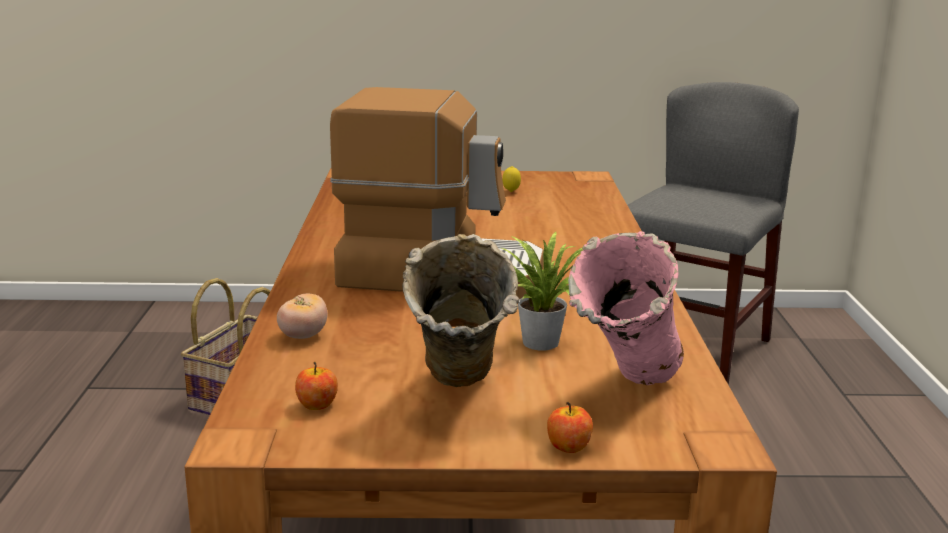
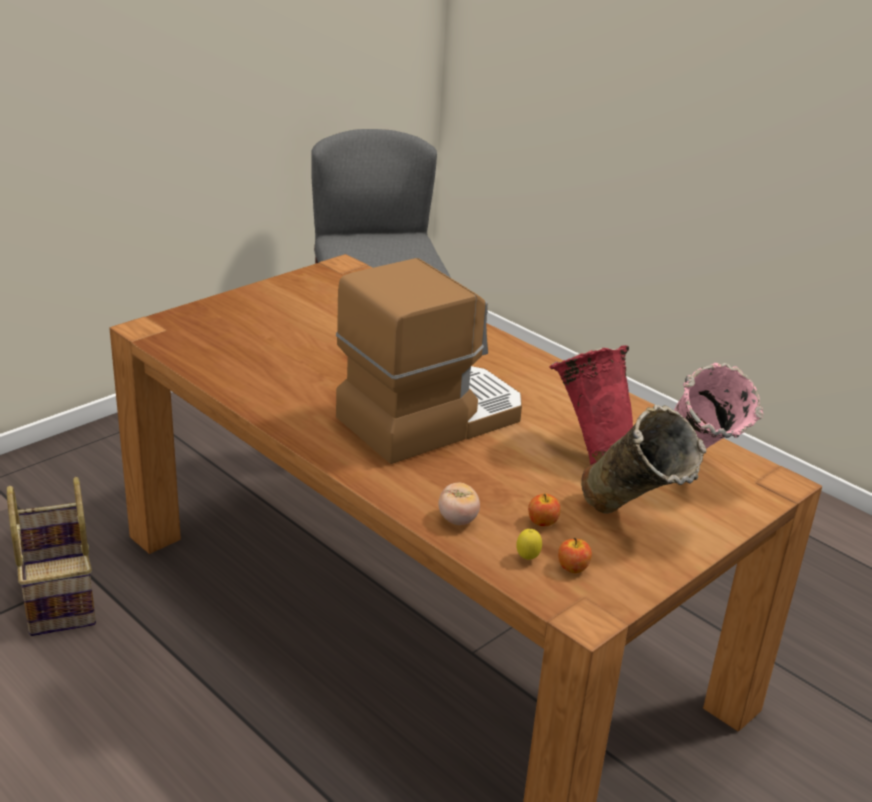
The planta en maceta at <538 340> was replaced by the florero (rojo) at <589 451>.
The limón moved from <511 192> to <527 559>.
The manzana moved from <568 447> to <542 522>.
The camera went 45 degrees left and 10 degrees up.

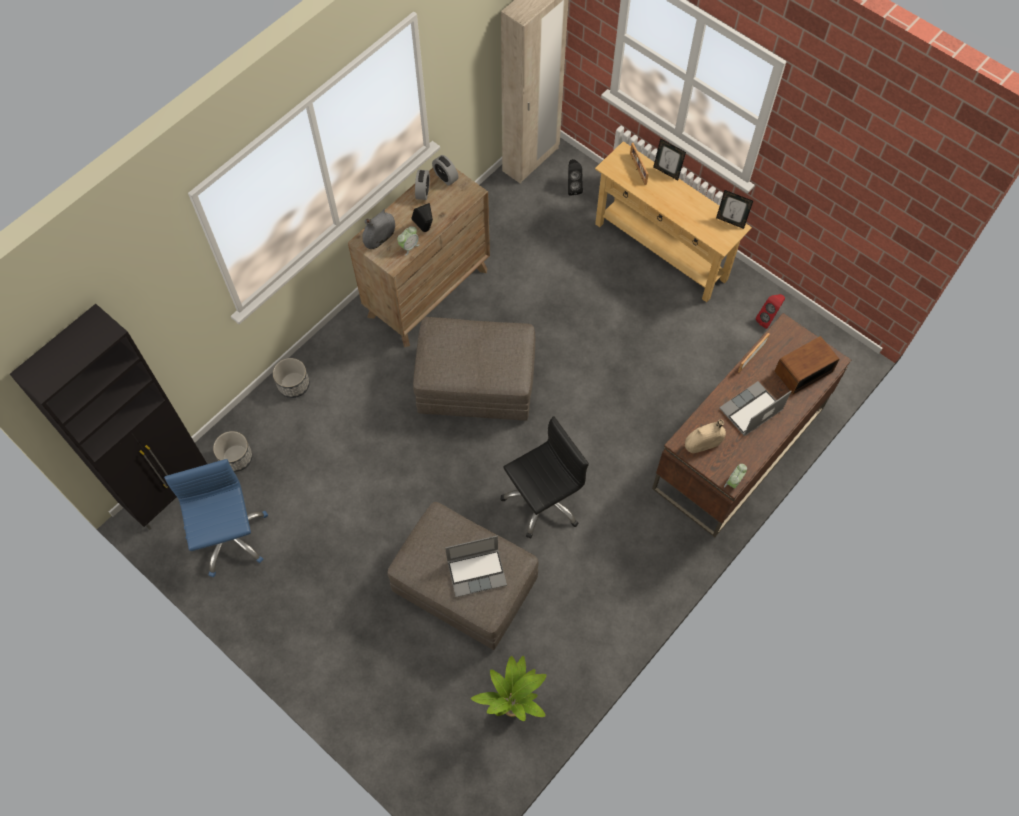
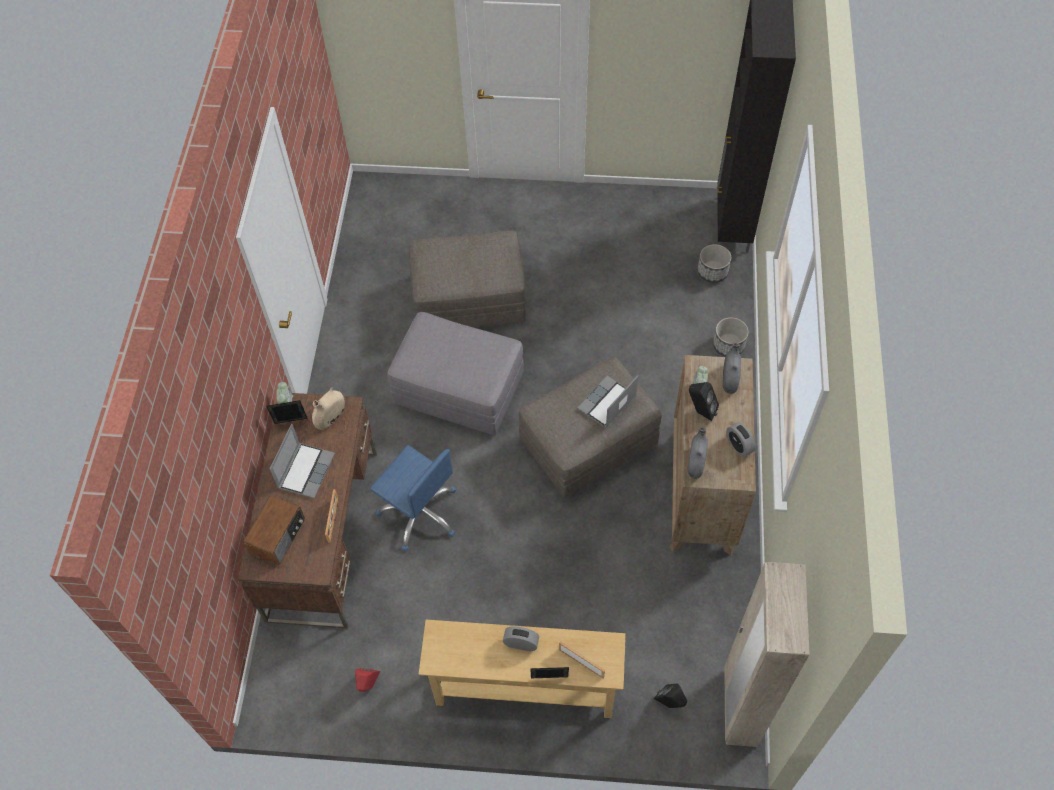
The silla de oficina (azul) moved from <229 537> to <420 513>.
The despertador moved from <445 177> to <521 643>.
The portátil moved from <477 572> to <607 404>.
The planta en maceta at <512 705> disappeared.
The silla de oficina (negro) at <543 500> was replaced by the puf (gris) at <458 389>.
The portarretratos moved from <730 221> to <291 423>.
The florero (gris) at <696 462> appeared.
The camera went 145 degrees right and 5 degrees down.

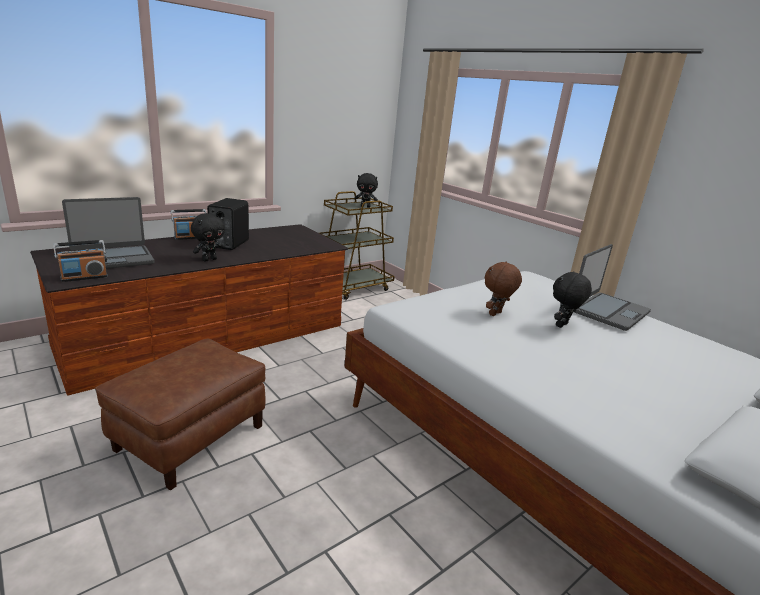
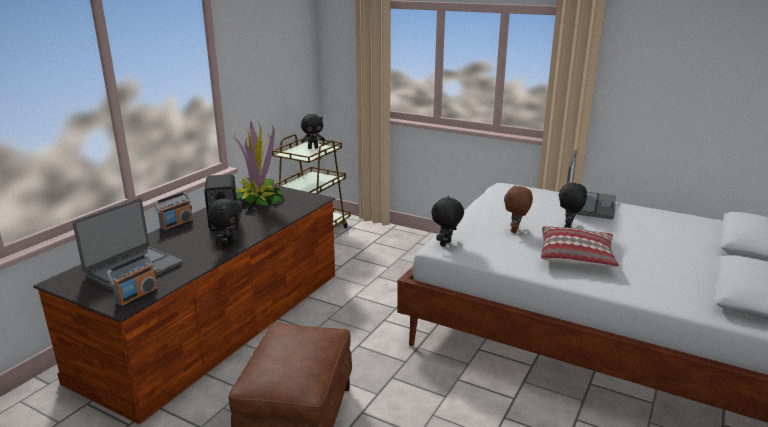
The planta en maceta at <257 201> appeared.
The peluche (negro) at <446 244> appeared.
The cojín at <576 256> appeared.
The camera went 20 degrees left and 0 degrees up.

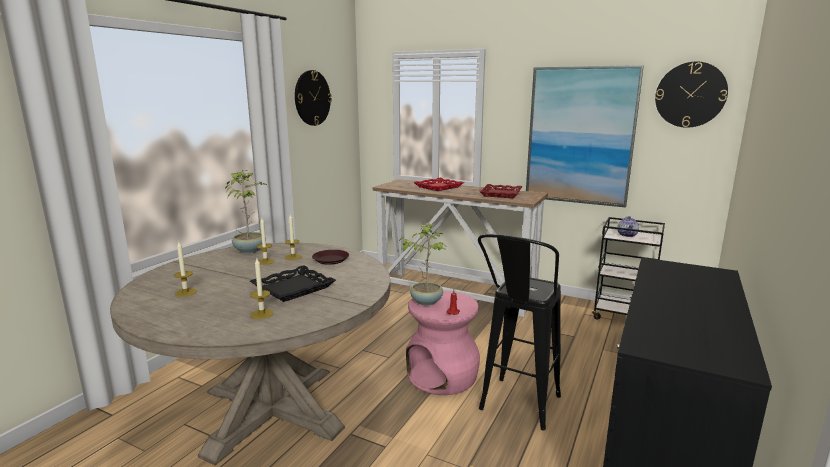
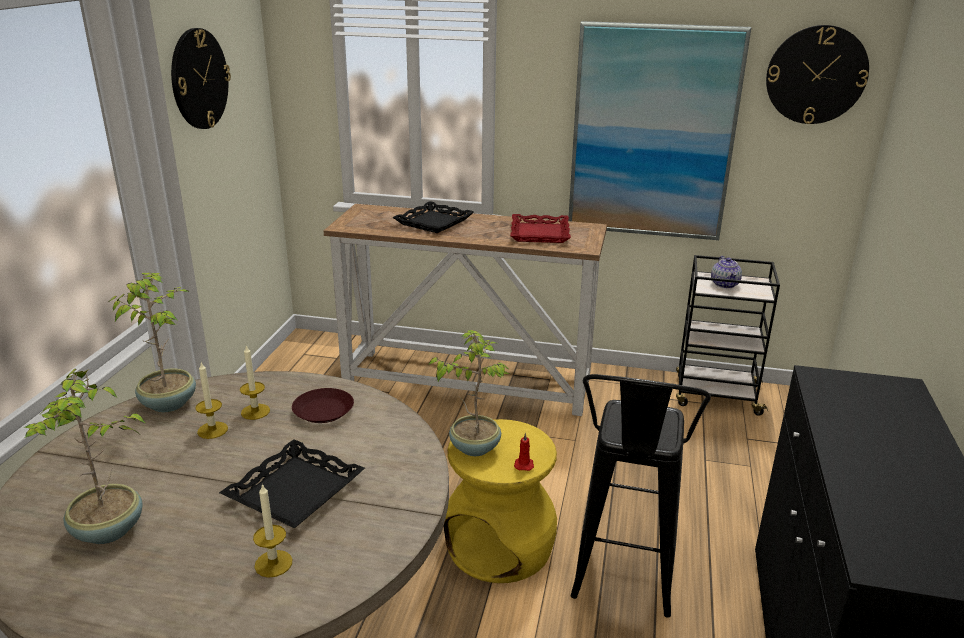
The vela at <185 292> was replaced by the planta en maceta at <108 531>.
The taburete (rosa) at <443 376> became the taburete (amarillo) at <501 546>.
The bandeja (rojo) at <438 187> became the bandeja (negro) at <433 222>.
The camera went 15 degrees left and 10 degrees up.

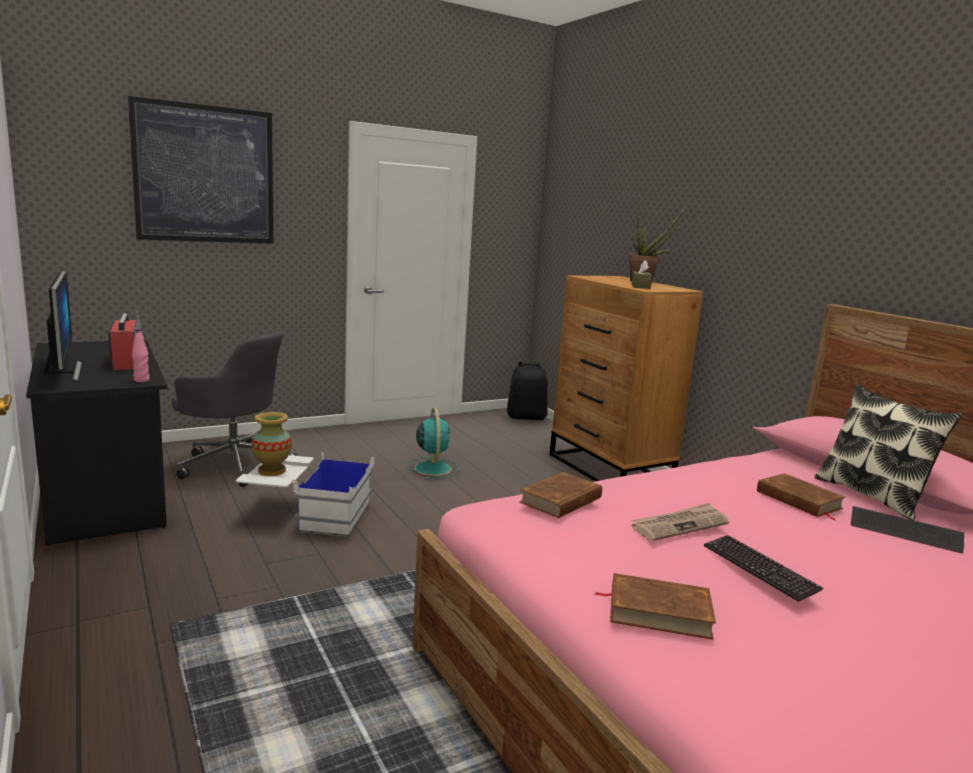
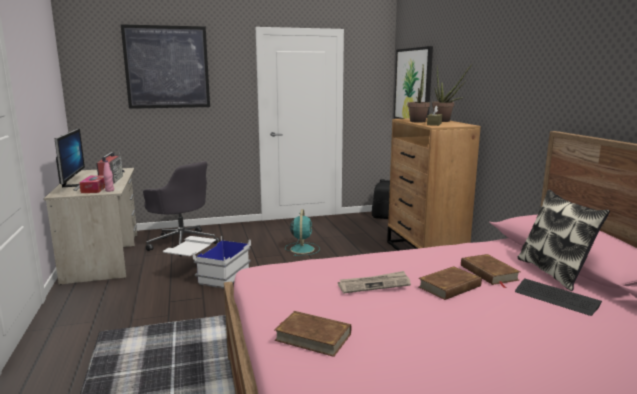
The escritorio (negro) at <104 493> became the escritorio (beis) at <103 257>.
The florero at <272 471> disappeared.
The libro (marrón) moved from <561 500> to <450 287>.
The teclado at <759 568> disappeared.
The caja de pañuelos at <94 189> appeared.
The cuadro at <413 85> appeared.
The planta en maceta at <418 121> appeared.
The camera went 15 degrees right and 0 degrees up.

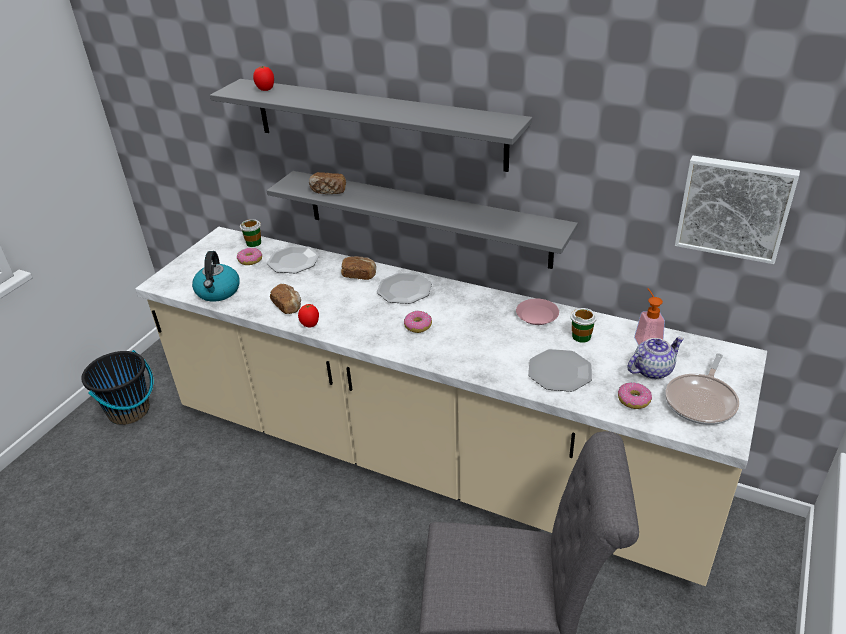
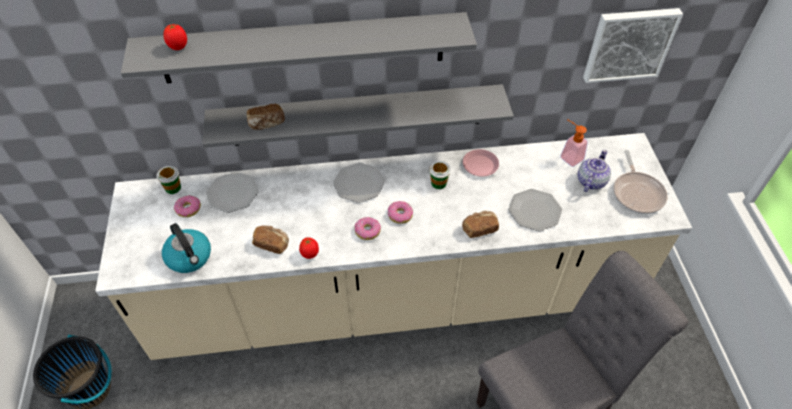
The pan moved from <359 275> to <479 229>.
The taza moved from <581 336> to <438 183>.
The rosquilla moved from <634 400> to <367 231>.
The camera went 35 degrees left and 15 degrees up.

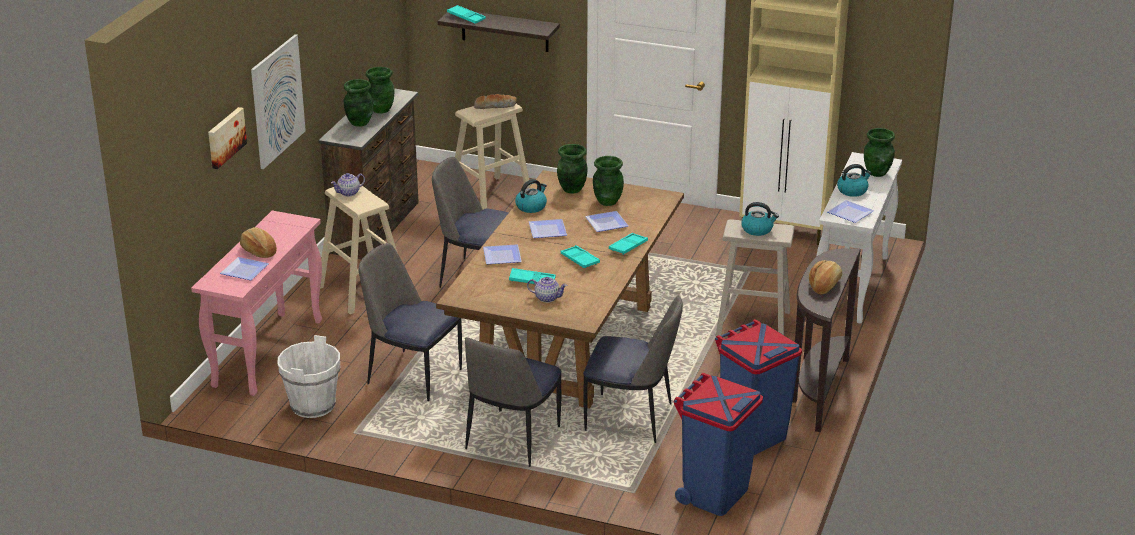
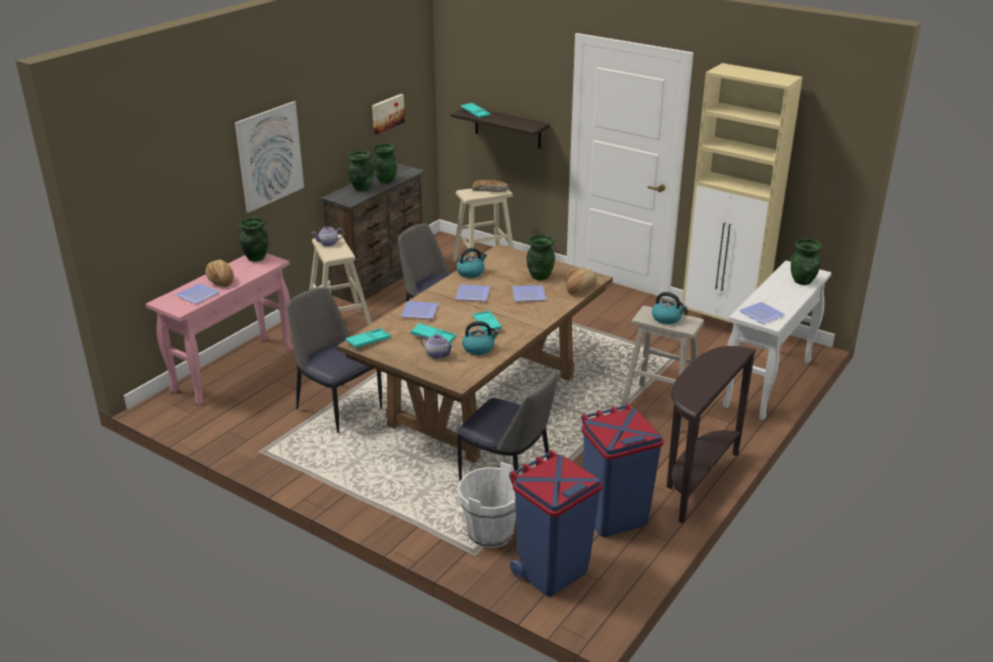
The cuadro moved from <225 137> to <387 113>.
The cubo (blanco) moved from <312 405> to <490 533>.
The silla at <511 440> disappeared.
The florero (verde) moved from <572 189> to <256 258>.
The bandeja (turquesa) moved from <628 246> to <368 341>.
The pan moved from <825 285> to <580 288>.
The hervidor moved from <852 190> to <479 348>.
The camera went 15 degrees right and 0 degrees up.

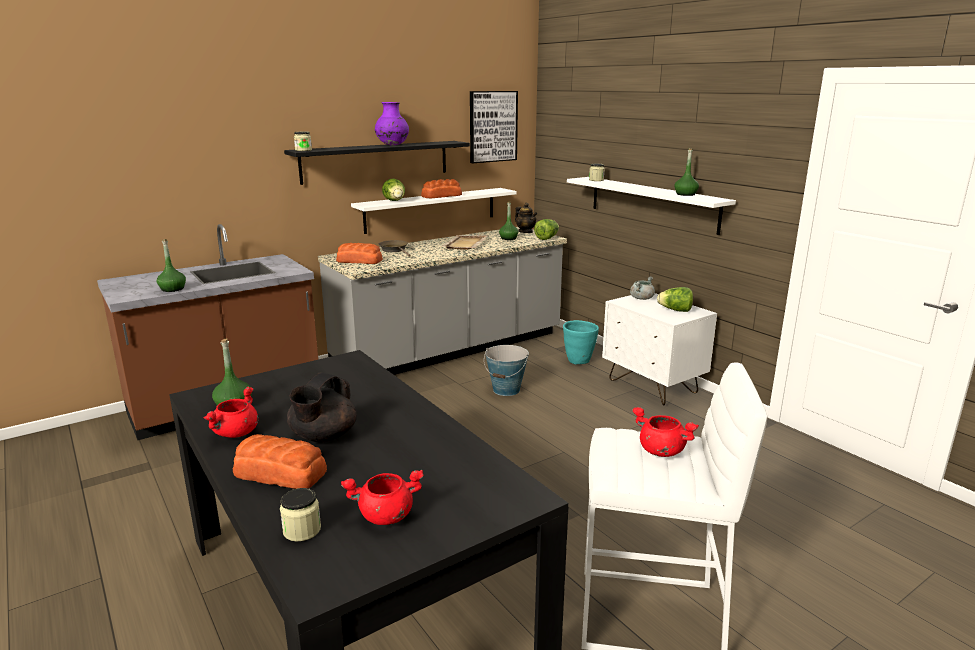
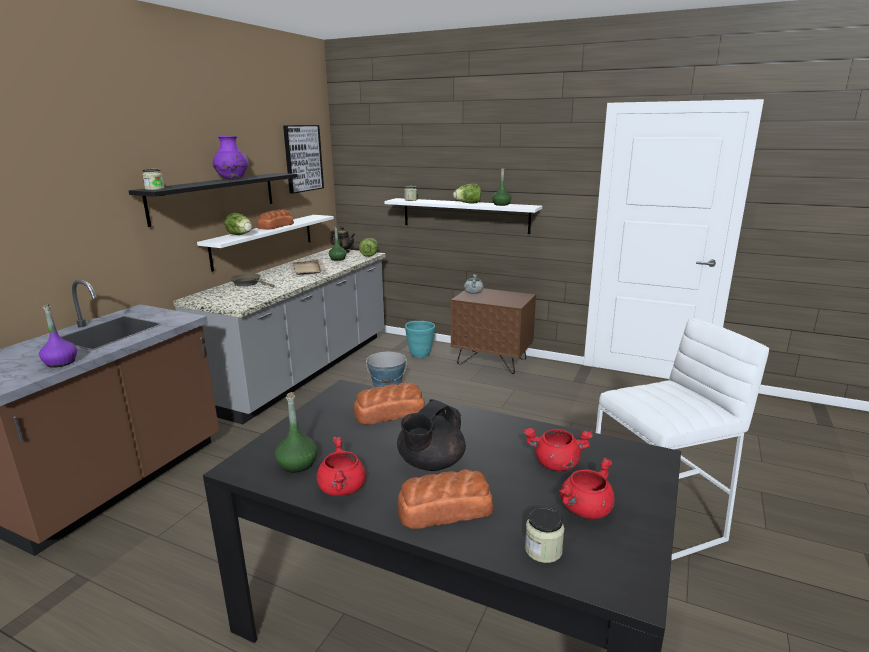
The botella (verde) at <172 289> became the botella (morado) at <60 363>.
The tetera (negro) at <323 436> turned 45 degrees clockwise.
The pan moved from <359 261> to <389 412>.
The mesita de noche (blanco) at <653 386> became the mesita de noche (marrón) at <492 362>.
The olla (rojo) moved from <660 451> to <555 464>.
The lechuga moved from <675 310> to <467 203>.
The camera went 30 degrees left and 0 degrees up.

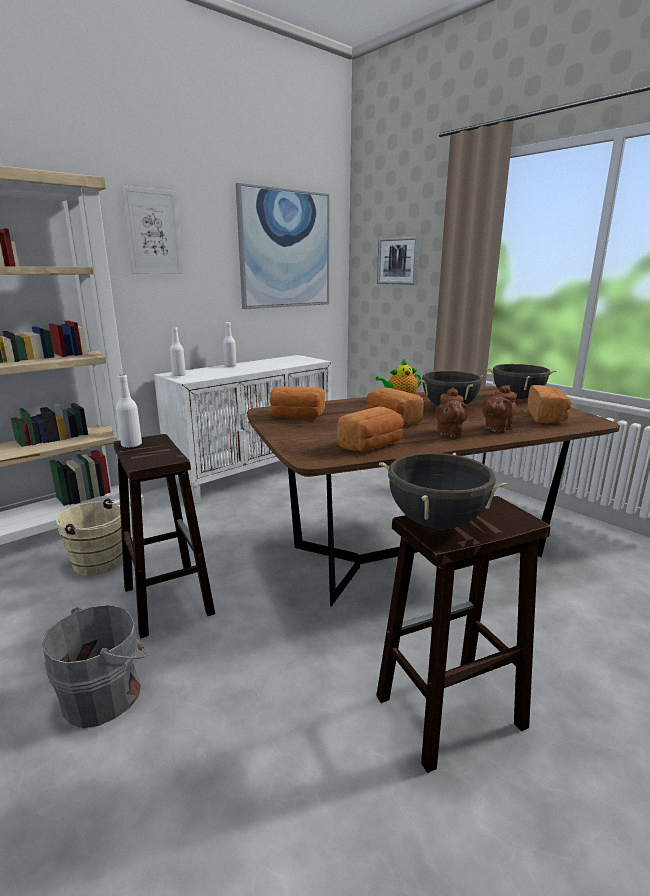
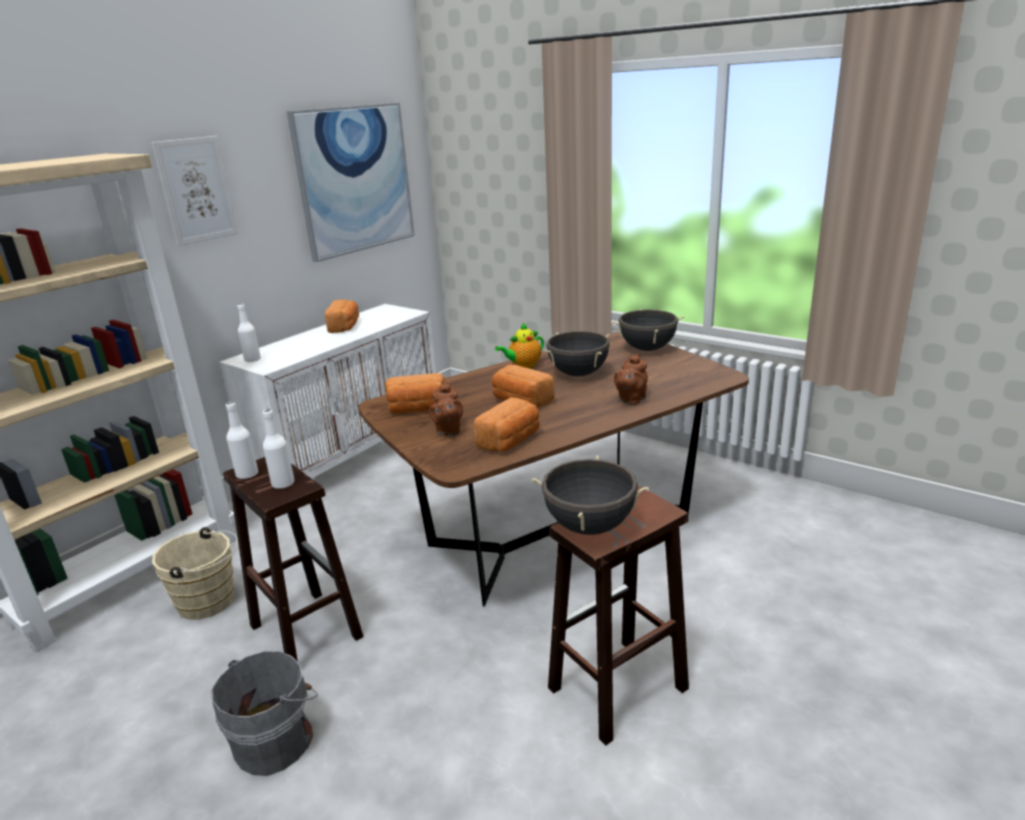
The botella (blanco) moved from <230 366> to <283 484>.
The cuadro at <398 261> disappeared.
The tetera (marrón) moved from <449 434> to <448 431>.
The pan moved from <547 417> to <345 327>.
The camera went 10 degrees left and 5 degrees up.

